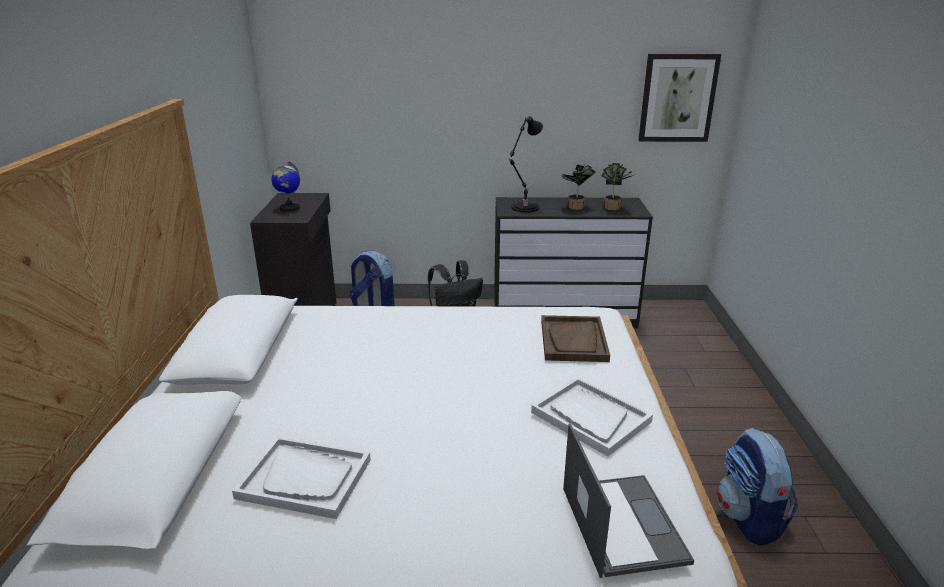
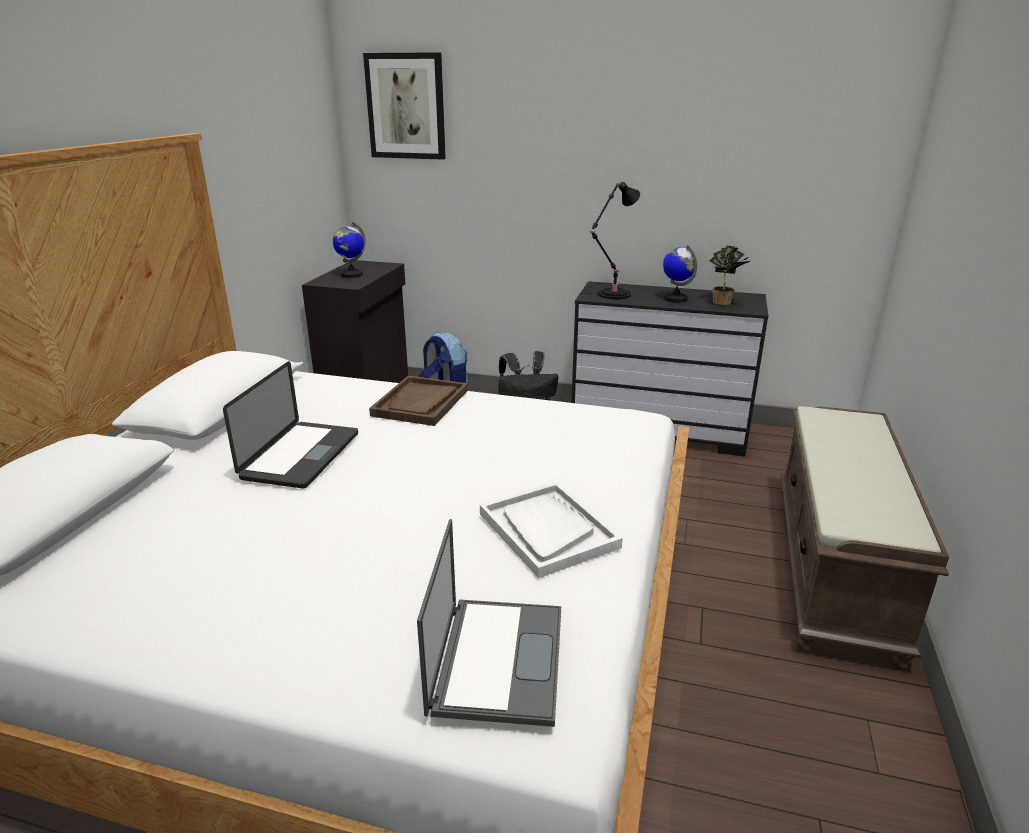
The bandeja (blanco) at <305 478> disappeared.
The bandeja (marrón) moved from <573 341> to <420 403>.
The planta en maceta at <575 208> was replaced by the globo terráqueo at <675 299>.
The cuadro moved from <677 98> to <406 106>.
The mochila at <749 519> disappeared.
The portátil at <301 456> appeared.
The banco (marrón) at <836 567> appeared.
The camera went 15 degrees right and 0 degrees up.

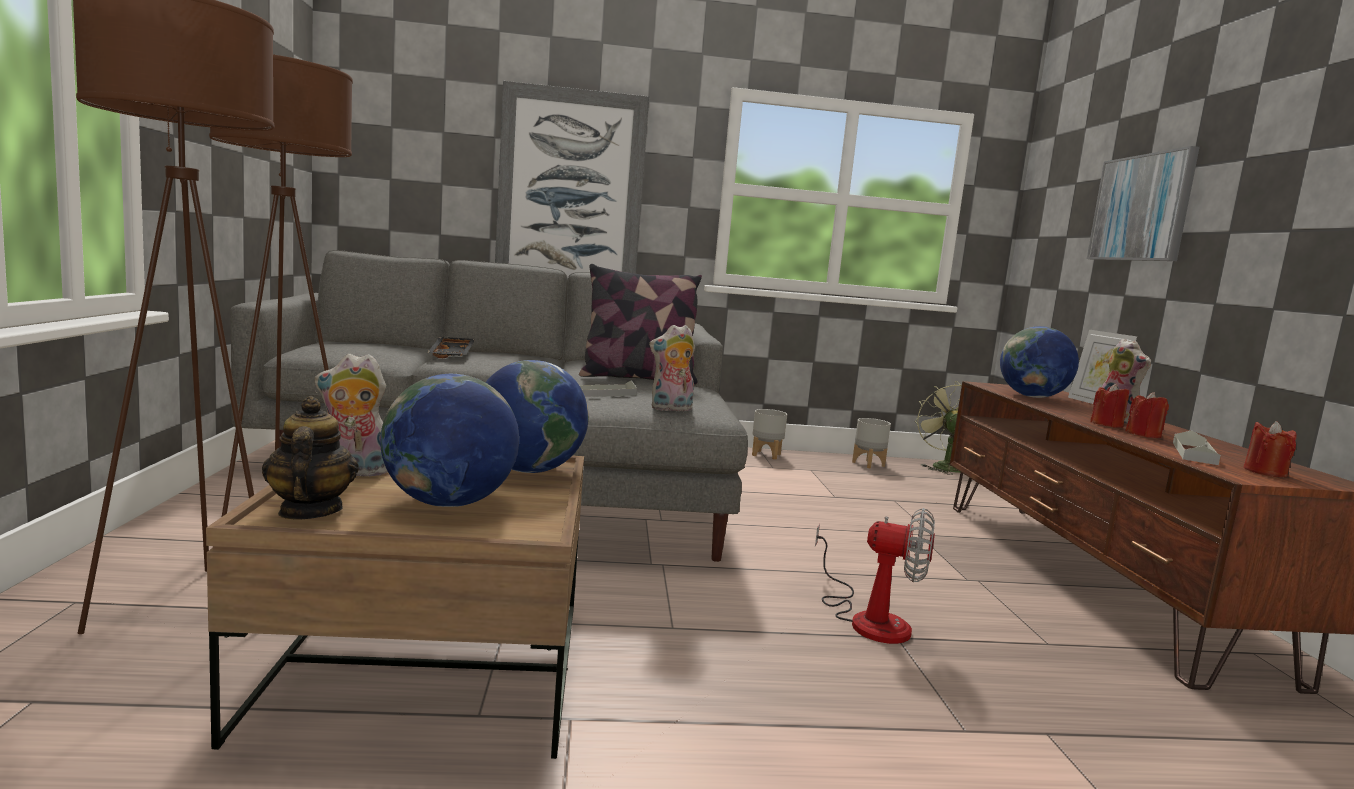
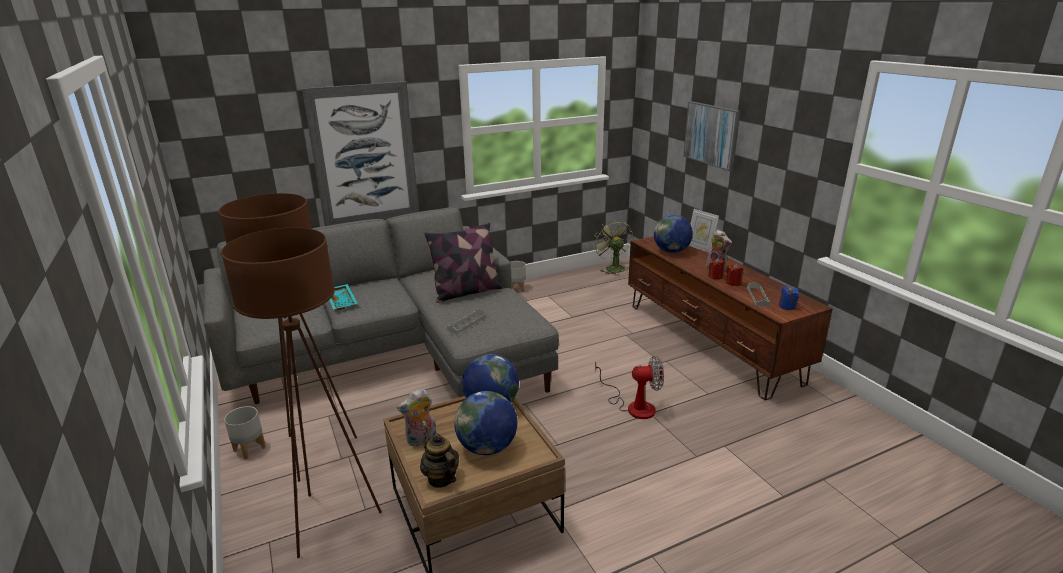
The bandeja (negro) at <453 355> became the bandeja (turquesa) at <342 301>.
The peluche at <671 409> disappeared.
The maceta (gris) moved from <868 464> to <250 448>.
The vela (rojo) at <1264 472> became the vela (azul) at <787 306>.
The camera went 20 degrees left and 15 degrees up.

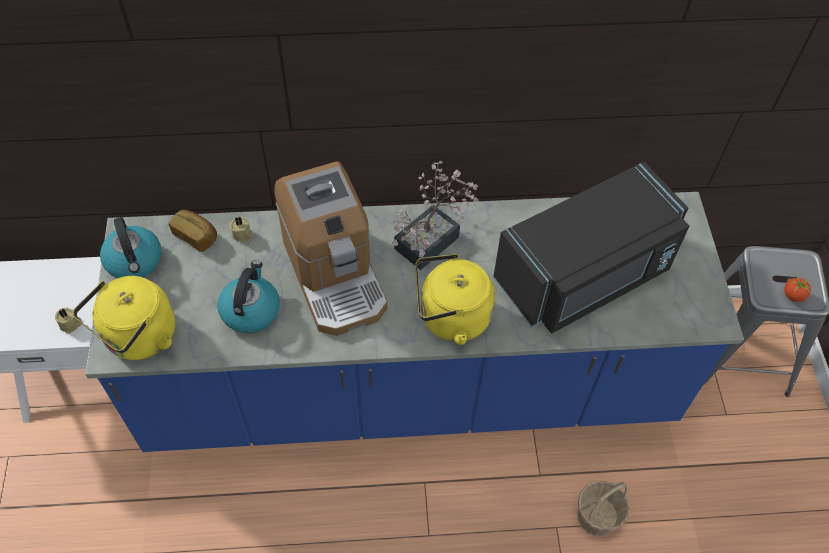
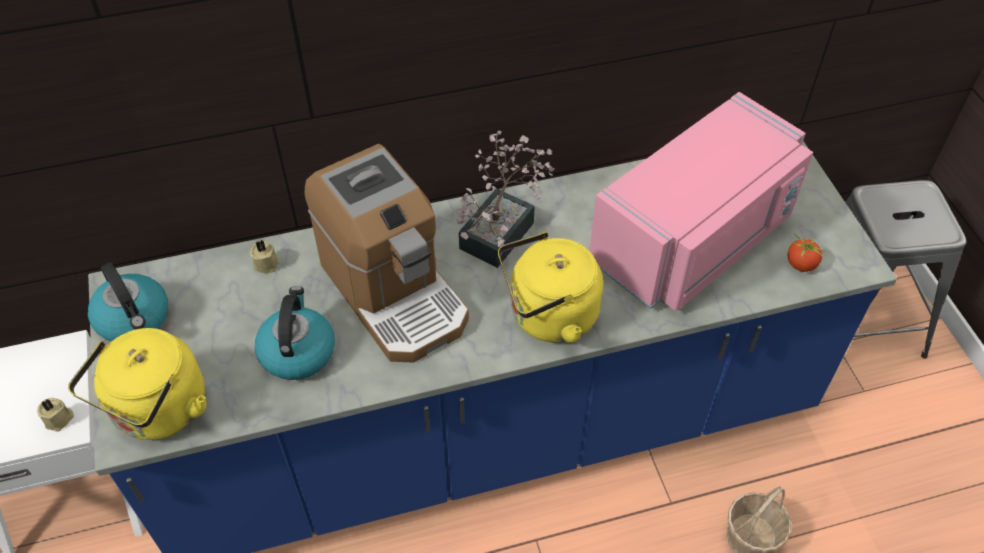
The pan at <196 236> disappeared.
The microondas (negro) at <585 276> became the microondas (rosa) at <695 241>.
The tomate moved from <793 295> to <800 264>.
The camera went 10 degrees left and 5 degrees down.

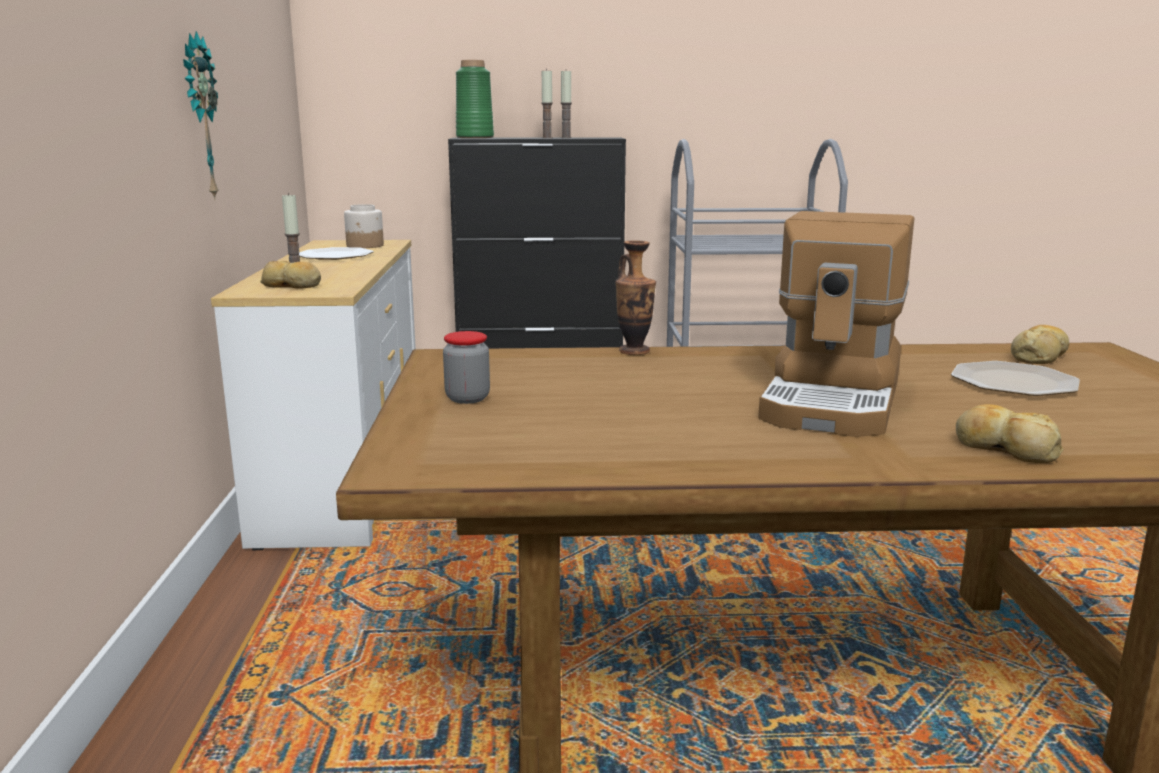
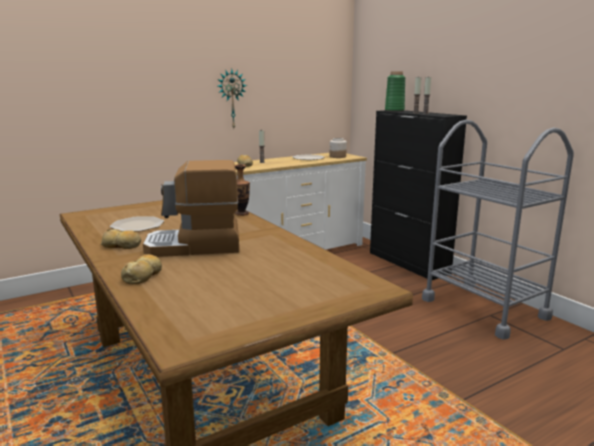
The tarro at <467 398> disappeared.
The plato moved from <1013 382> to <137 225>.
The pan moved from <1038 356> to <122 245>.
The camera went 60 degrees right and 0 degrees up.

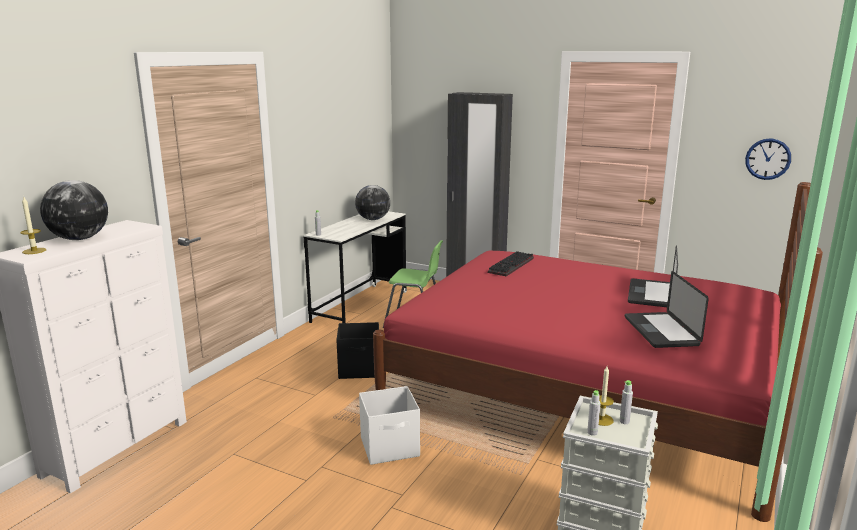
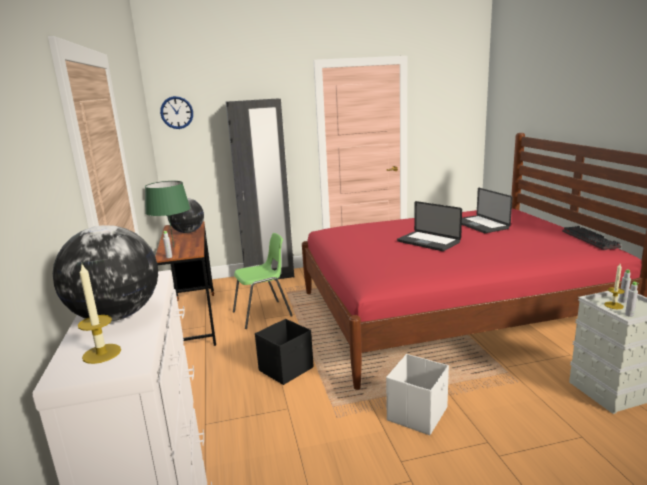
The escritorio (blanco) at <360 306> became the escritorio (marrón) at <194 320>.
The teclado moved from <512 266> to <591 239>.
The portátil moved from <661 331> to <428 242>.
The reloj de pared moved from <768 159> to <177 112>.
The lámpara de mesa (verde) at <173 247> appeared.
The camera went 40 degrees left and 0 degrees up.

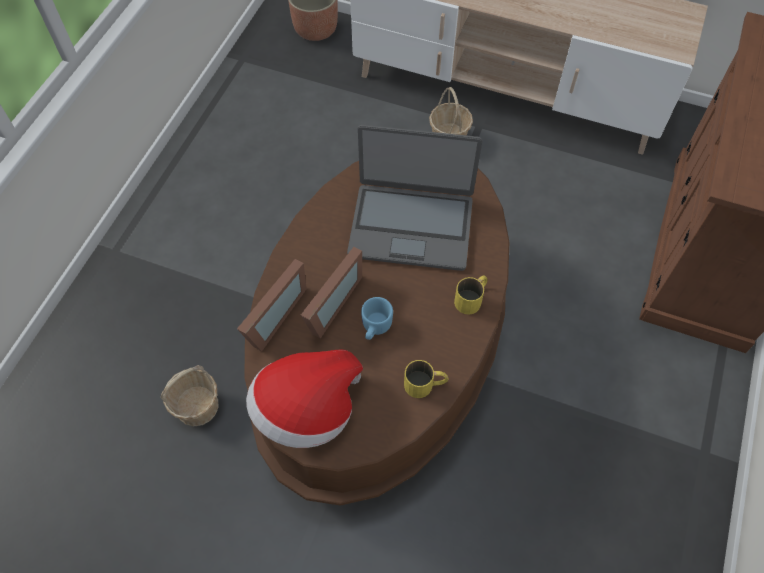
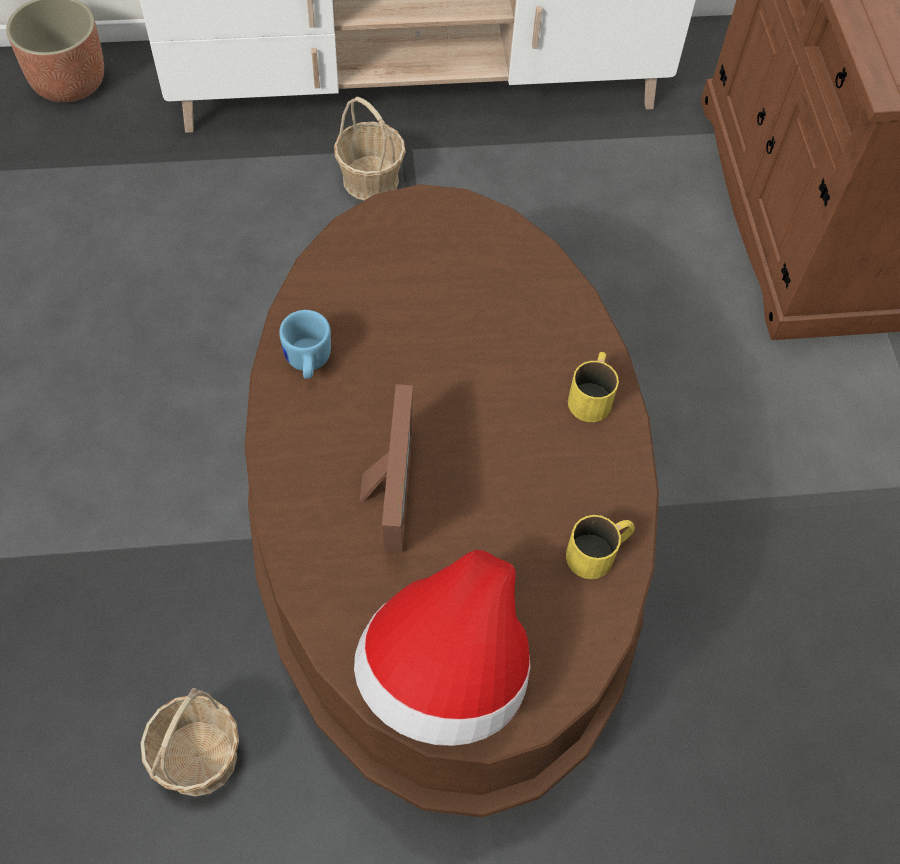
The portarretratos at <270 317> disappeared.
The portátil at <411 226> disappeared.
The taza grande (azul) moved from <374 328> to <307 362>.
The camera went 30 degrees left and 0 degrees up.

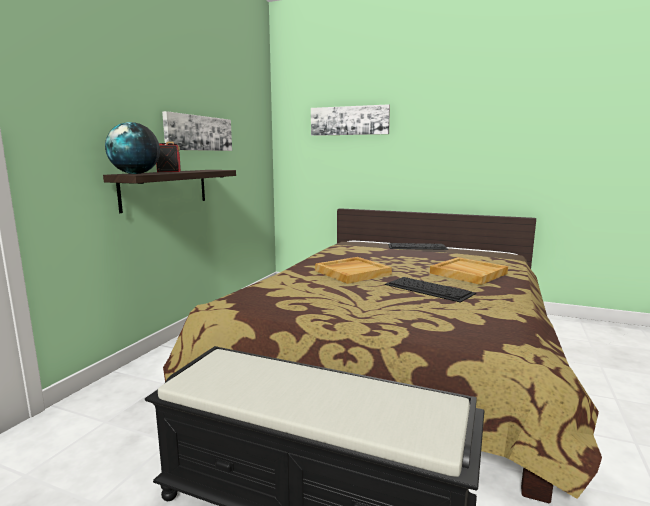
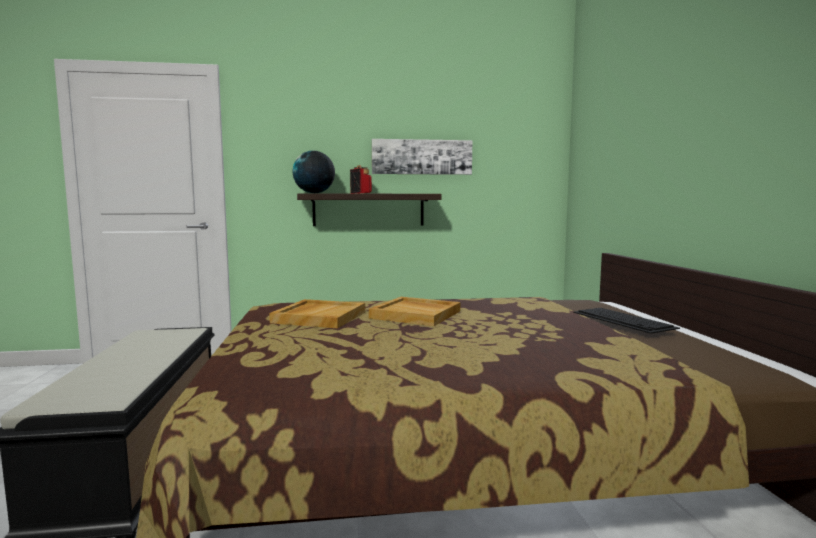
The cuadro at <349 120> disappeared.
The teclado at <429 289> disappeared.
The bandeja (beis) moved from <467 273> to <319 317>.
The camera went 60 degrees right and 5 degrees down.

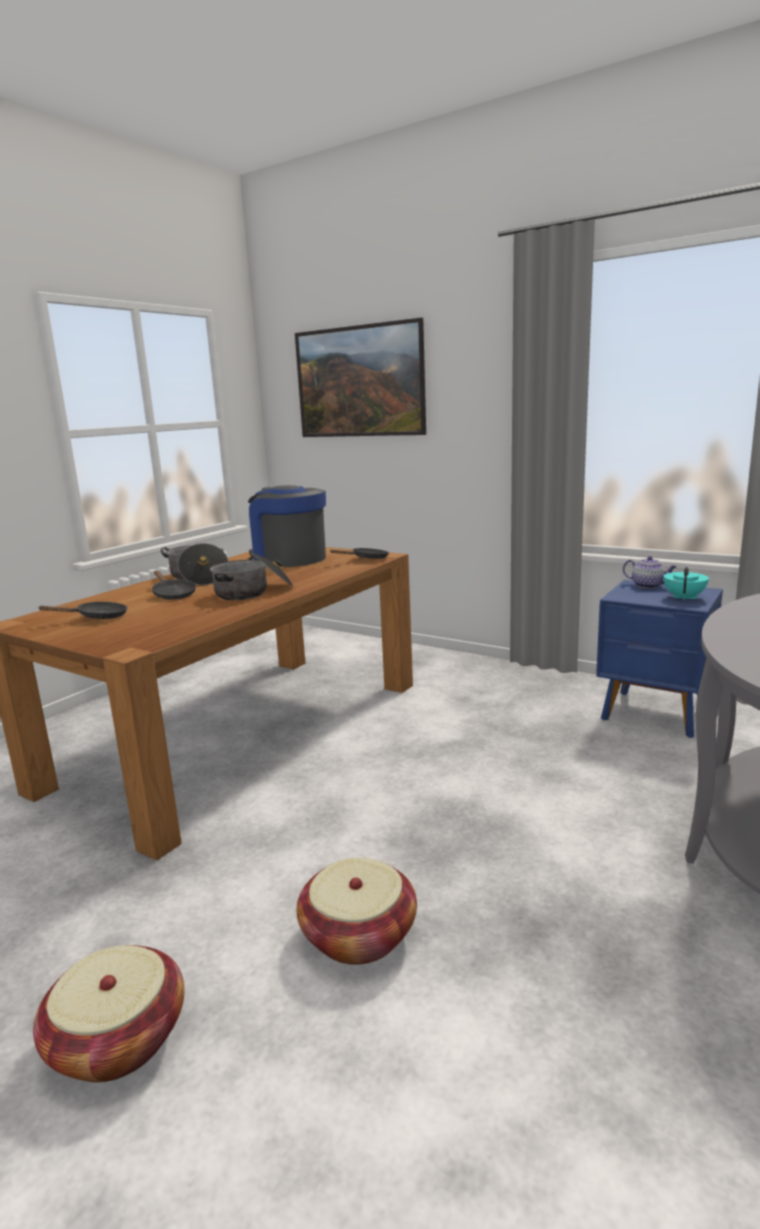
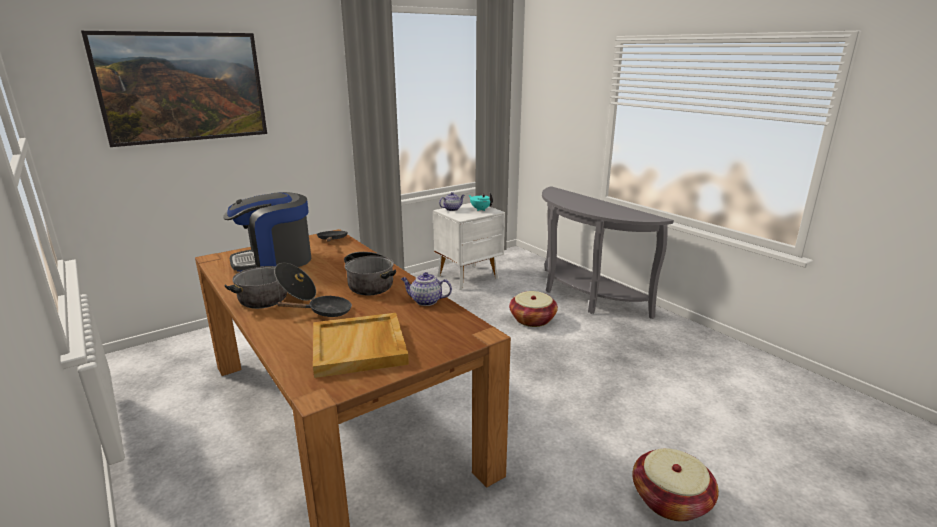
The sartén (negro) at <97 617> was replaced by the bandeja (beis) at <360 348>.
The cesta moved from <358 935> to <532 319>.
The mesita de noche (azul) at <655 714> became the mesita de noche (blanco) at <469 277>.
The tetera at <425 301> appeared.
The camera went 70 degrees left and 5 degrees up.

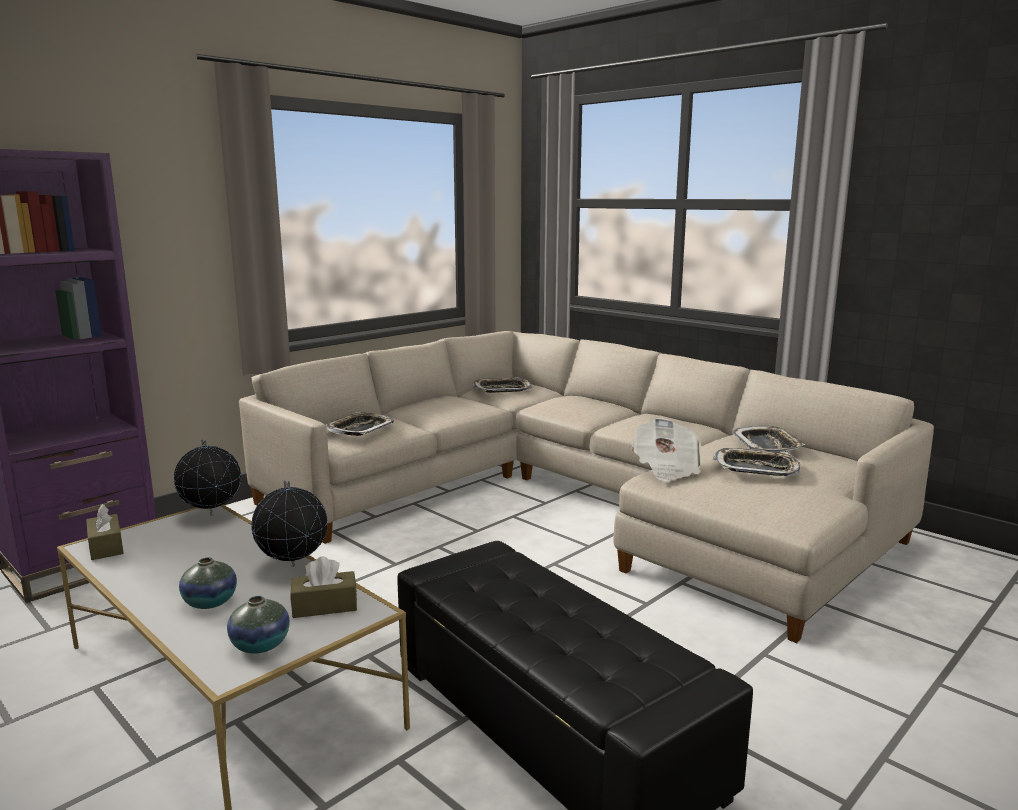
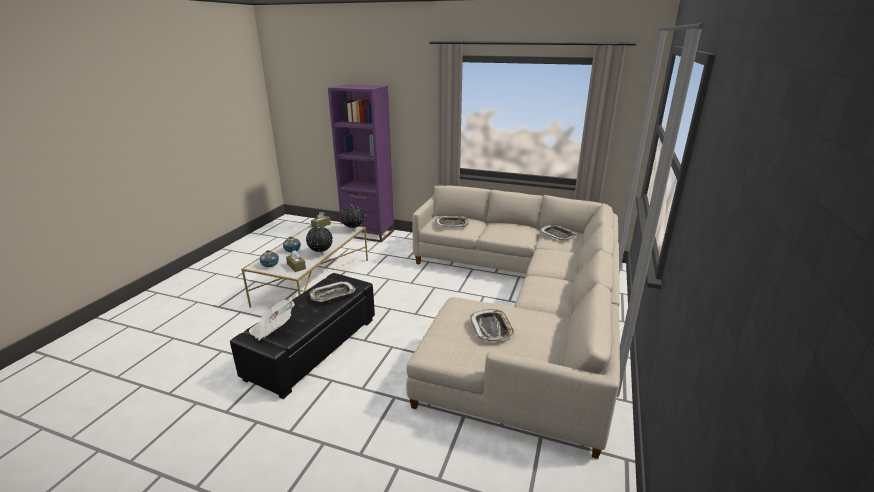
The periódico moved from <666 468> to <273 329>.
The bandeja moved from <767 445> to <332 295>.
The camera went 65 degrees right and 10 degrees up.

